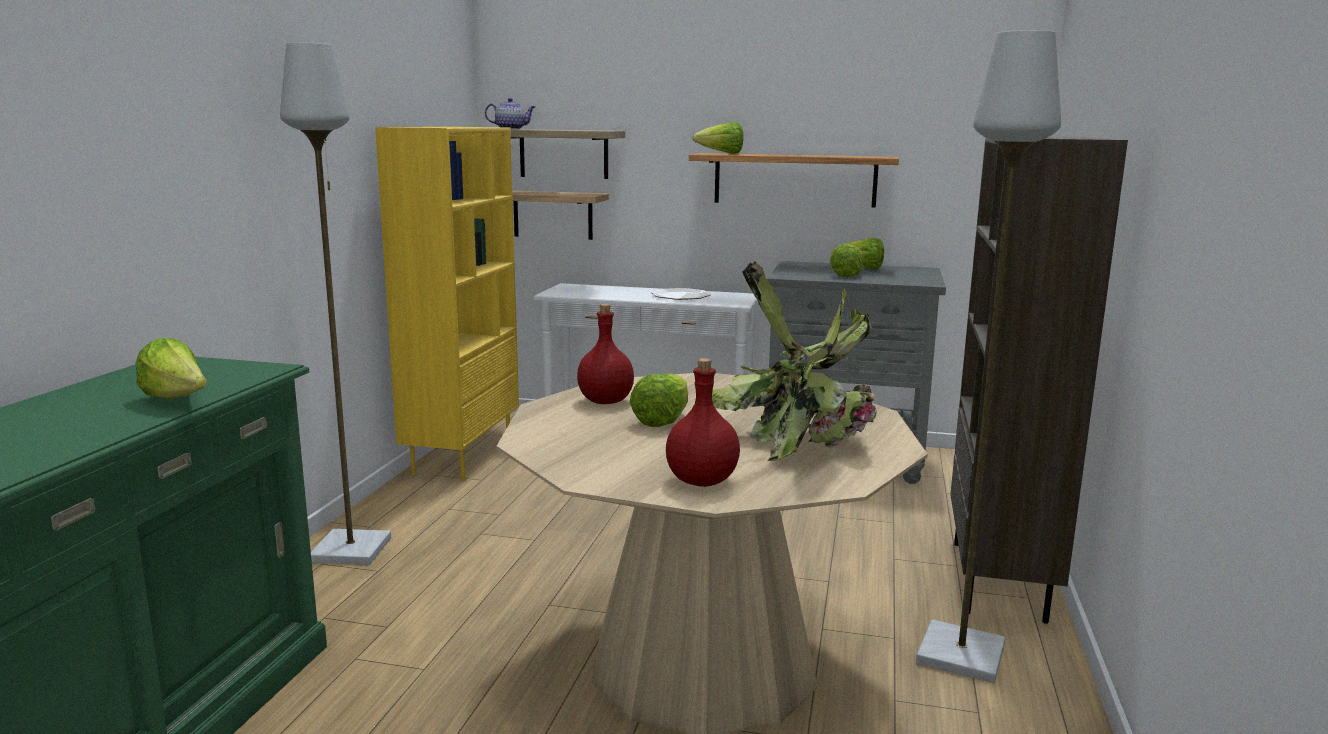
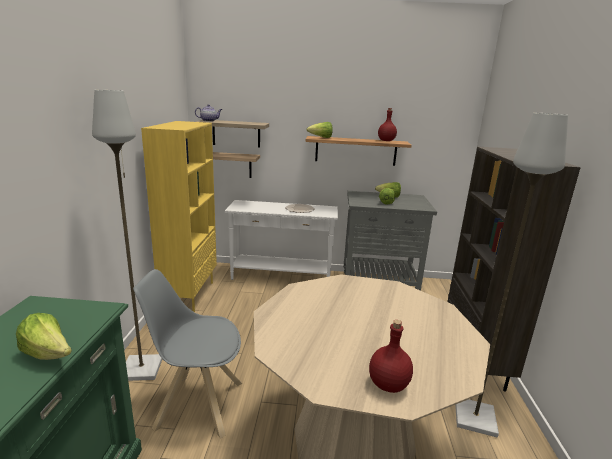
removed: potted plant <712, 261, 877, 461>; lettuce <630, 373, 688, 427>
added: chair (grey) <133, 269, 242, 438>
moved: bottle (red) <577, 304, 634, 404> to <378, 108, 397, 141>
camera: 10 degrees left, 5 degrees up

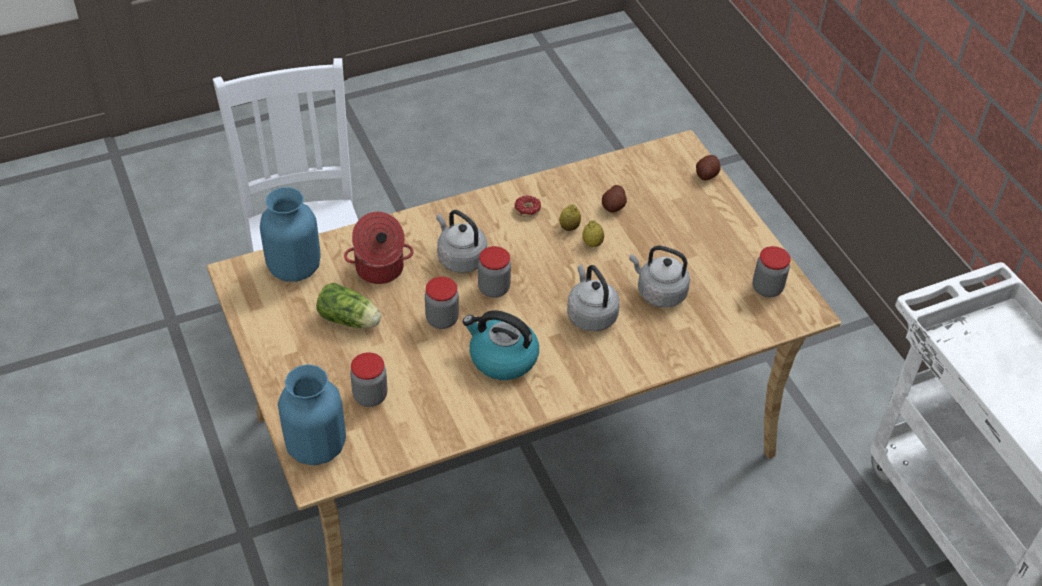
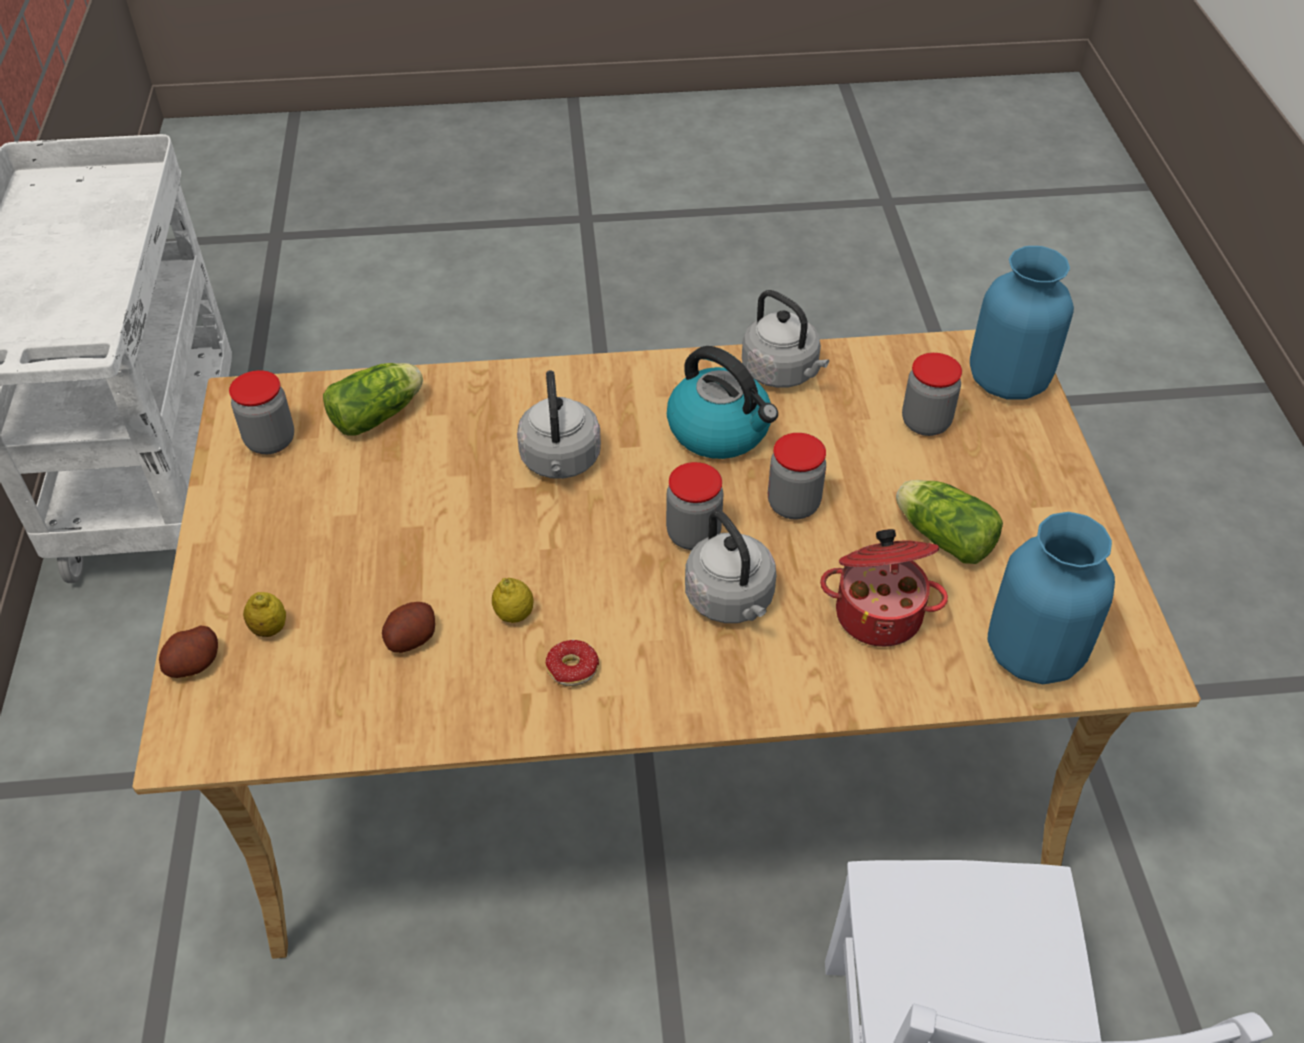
added: lettuce <323, 363, 423, 436>
moved: lemon <583, 220, 604, 247> to <243, 592, 286, 637>; kettle (grey) <629, 246, 690, 308> to <742, 290, 829, 388>
camera: 160 degrees left, 0 degrees up

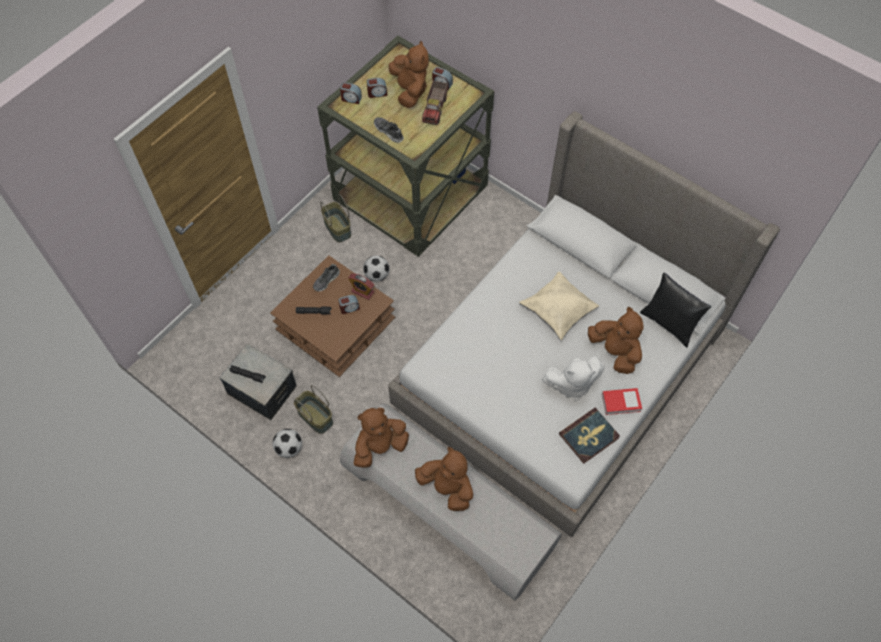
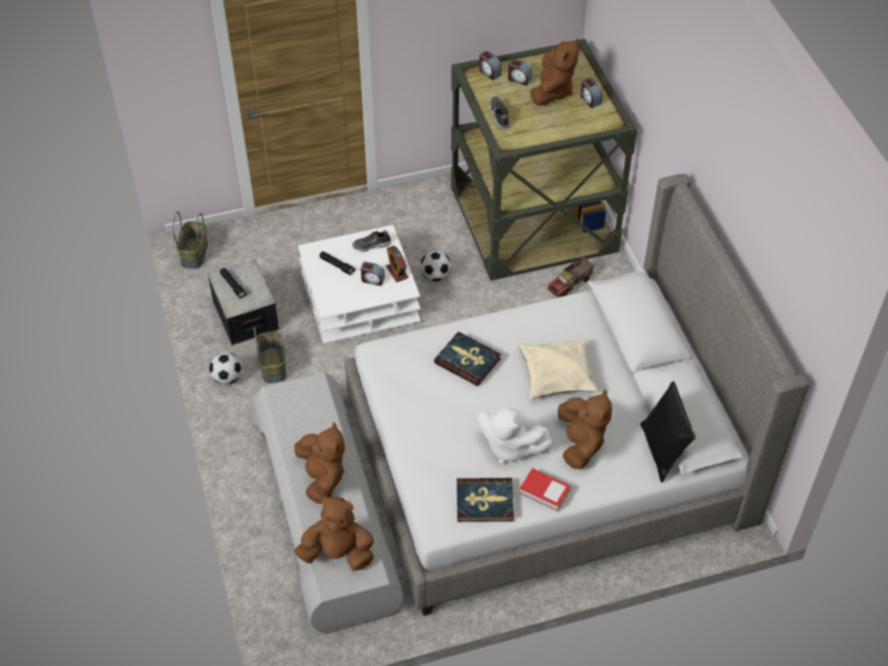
added: book <434, 331, 501, 386>
moved: toy truck <422, 81, 448, 125> to <548, 256, 595, 297>; basket <320, 194, 351, 242> to <173, 211, 208, 269>; plush toy (brown) <354, 408, 409, 467> to <294, 496, 374, 571>
recoloured: coffee table (brown) <270, 255, 395, 377> to coffee table (white) <298, 225, 421, 344>
camera: 35 degrees right, 10 degrees down

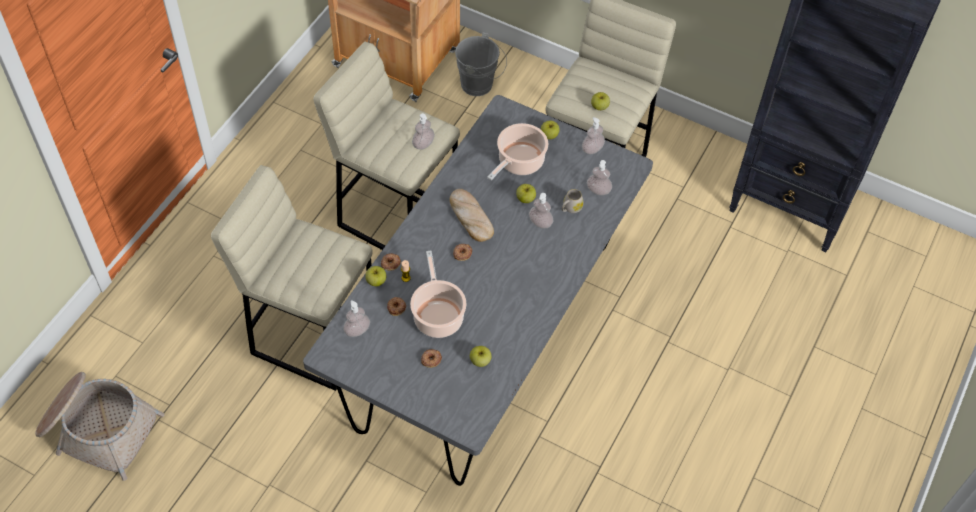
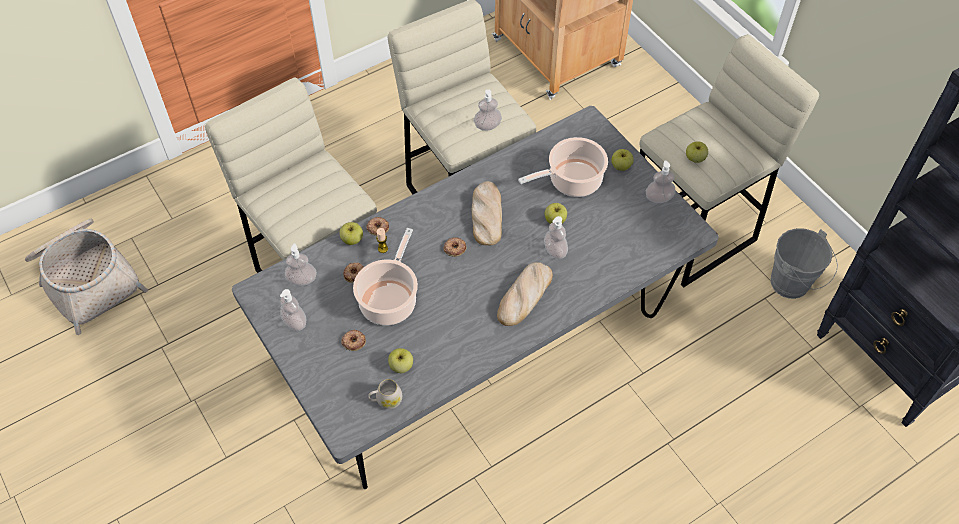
added: bread <497, 262, 553, 326>
moved: bucket (grey) <455, 32, 507, 96> to <770, 228, 838, 299>; soap dispenser <587, 160, 612, 195> to <280, 289, 306, 331>; mug (white) <562, 189, 584, 213> to <368, 379, 402, 409>
camera: 30 degrees right, 0 degrees up

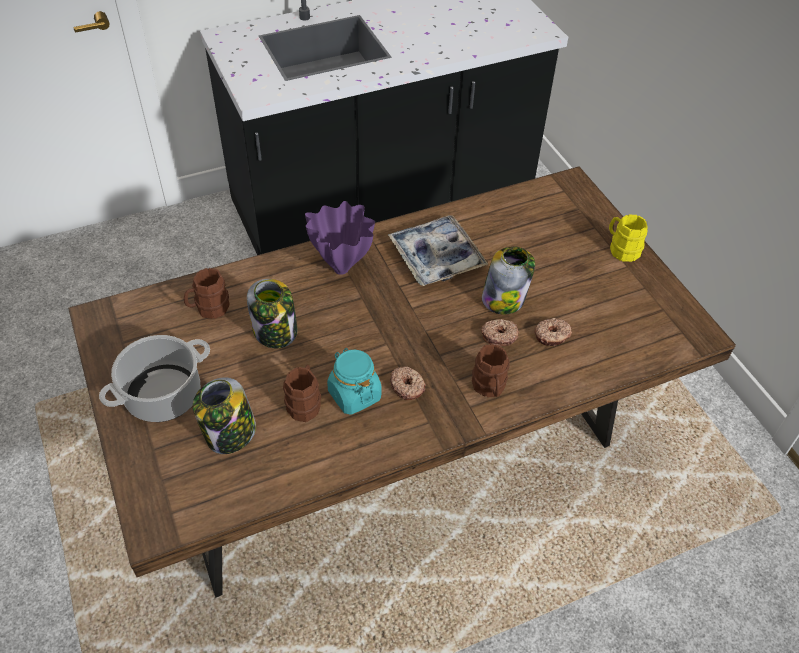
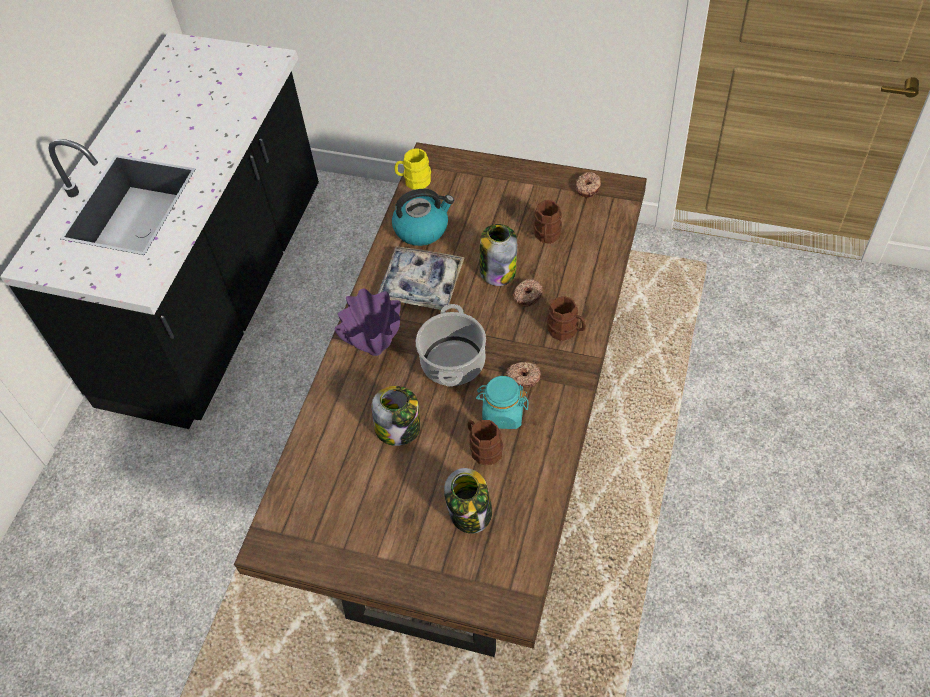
added: kettle <392, 189, 454, 246>
moved: mug (yellow) <609, 215, 648, 262> to <395, 148, 431, 190>; mug (brown) <184, 268, 229, 319> to <534, 200, 562, 244>; donut <535, 318, 572, 346> to <575, 172, 601, 197>; cooking pot <99, 335, 210, 422> to <416, 304, 486, 386>
camera: 45 degrees left, 5 degrees up

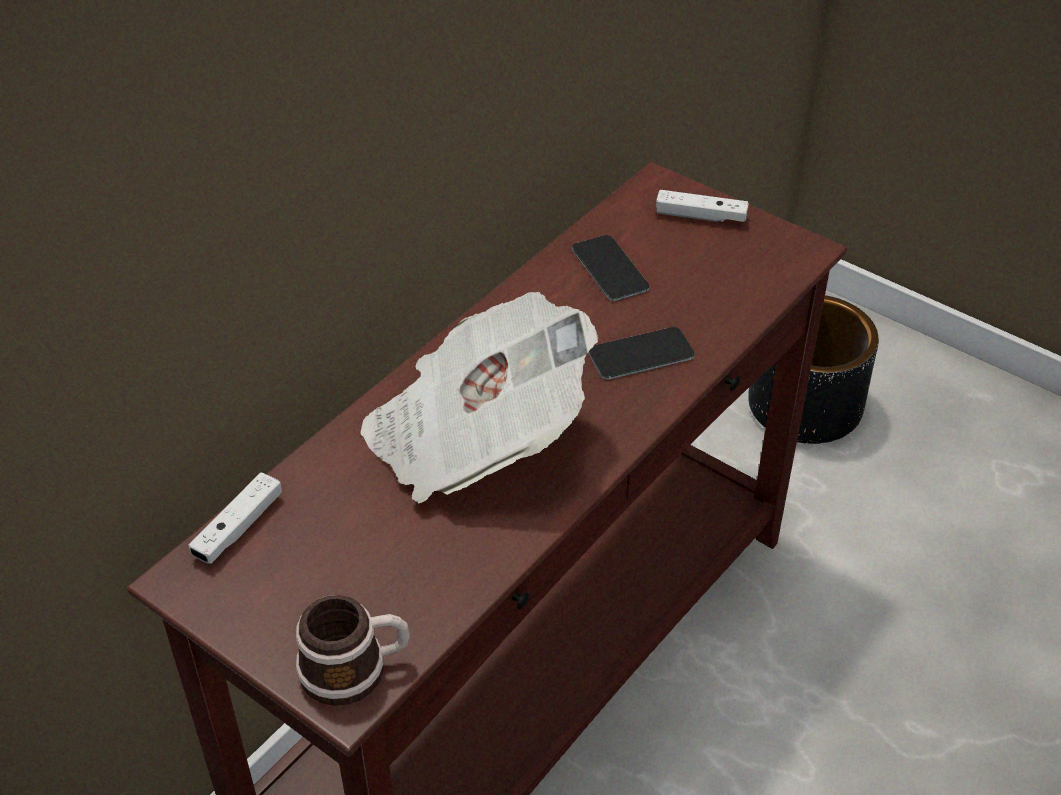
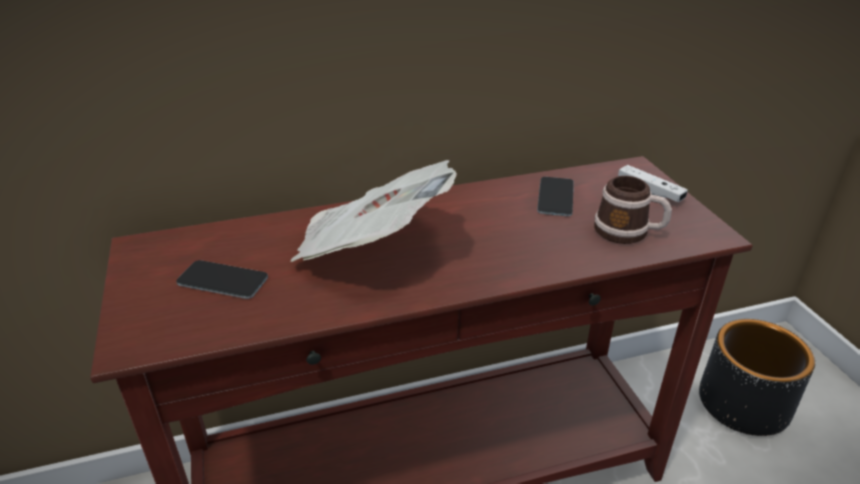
removed: game controller (white) <189, 472, 282, 564>
moved: phone <588, 327, 695, 380> to <176, 260, 268, 299>; mug <296, 595, 410, 706> to <594, 176, 672, 244>
camera: 35 degrees right, 10 degrees down

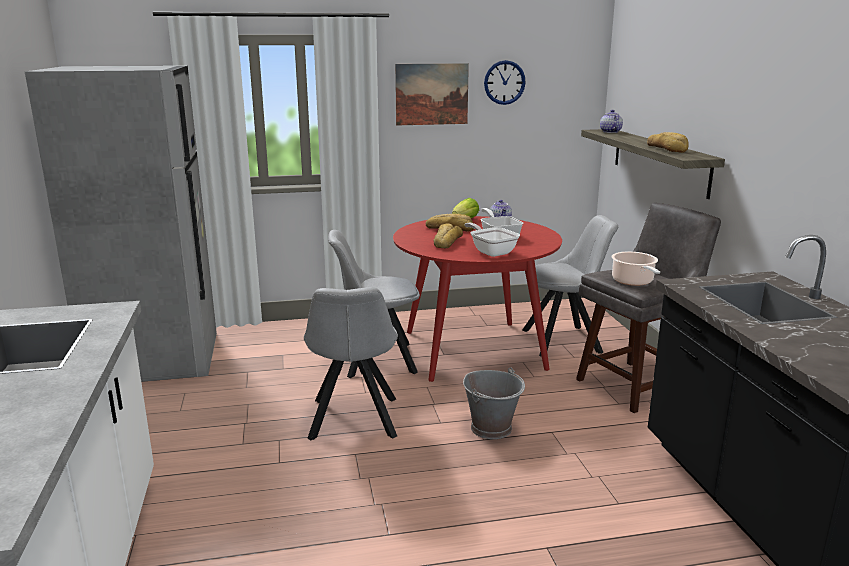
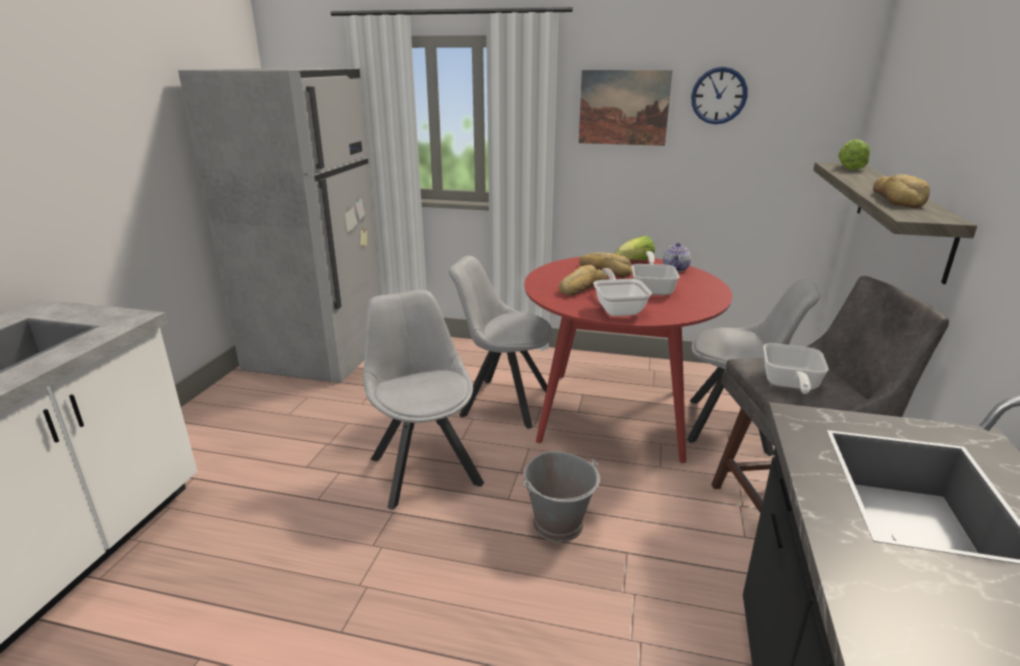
replaced: teapot <600, 110, 623, 133> to lettuce <838, 139, 870, 170>; cooking pot <611, 252, 660, 286> to frying pan <763, 343, 829, 394>
turned: chair (grey) <304, 287, 398, 441> = <363, 290, 484, 510> 135 degrees clockwise
camera: 25 degrees right, 5 degrees up

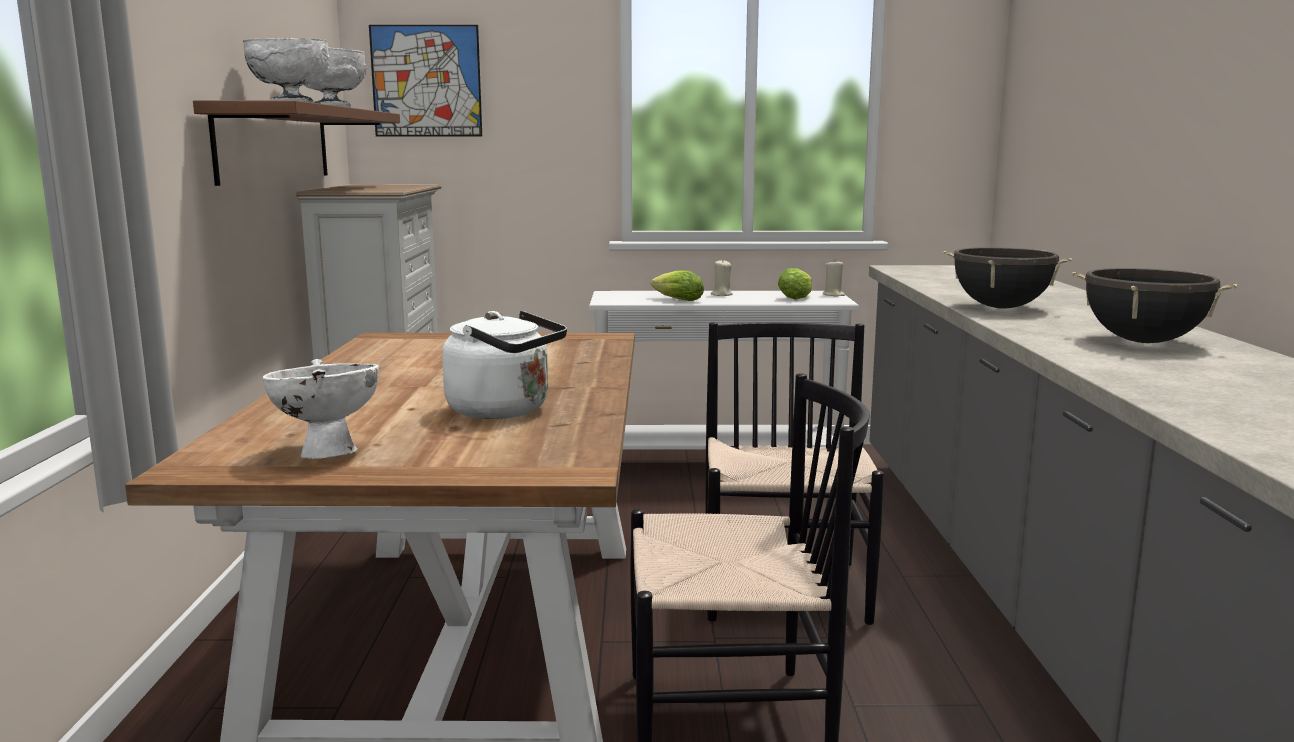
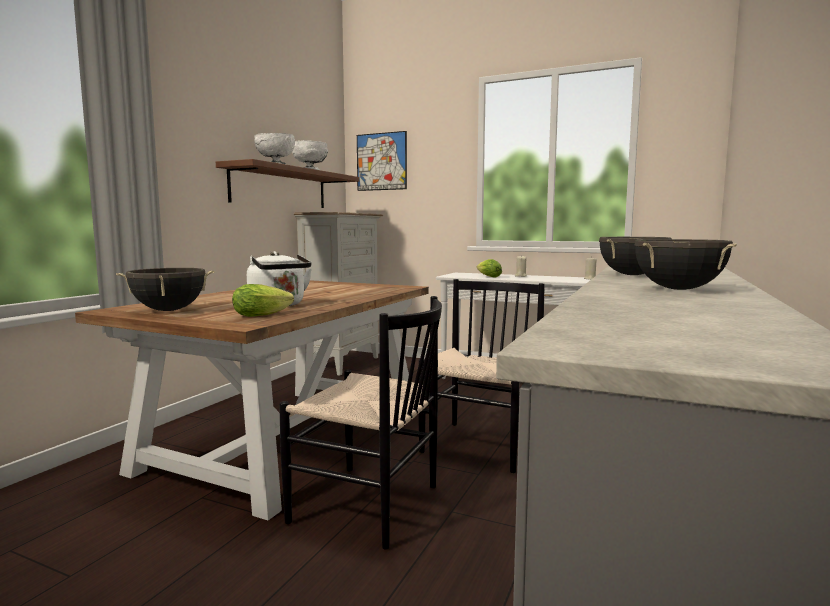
moved: lettuce <778, 268, 812, 300> to <232, 284, 294, 317>
replaced: bowl (white) <263, 359, 379, 459> to cooking pot (black) <116, 268, 214, 311>
camera: 25 degrees right, 5 degrees down

